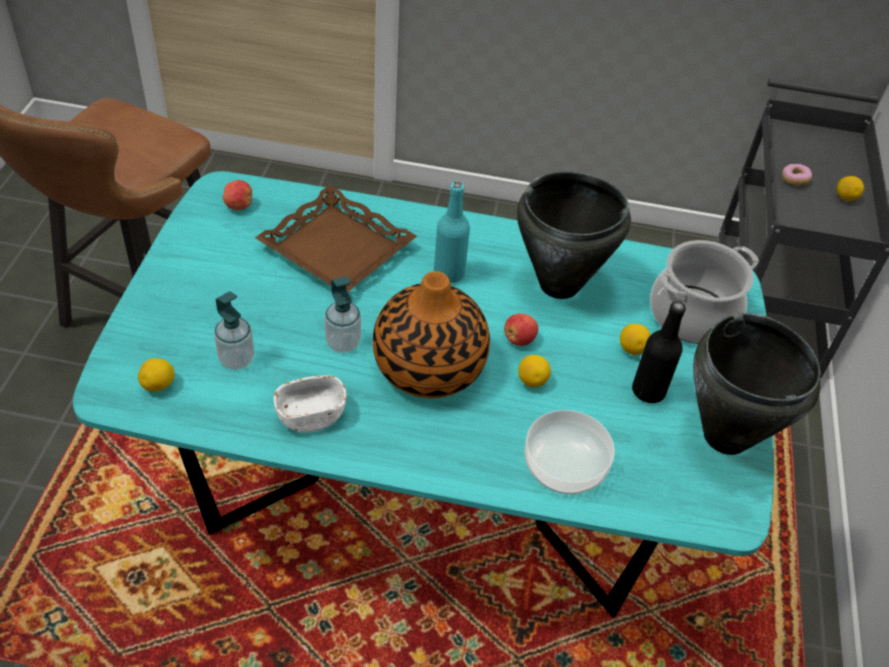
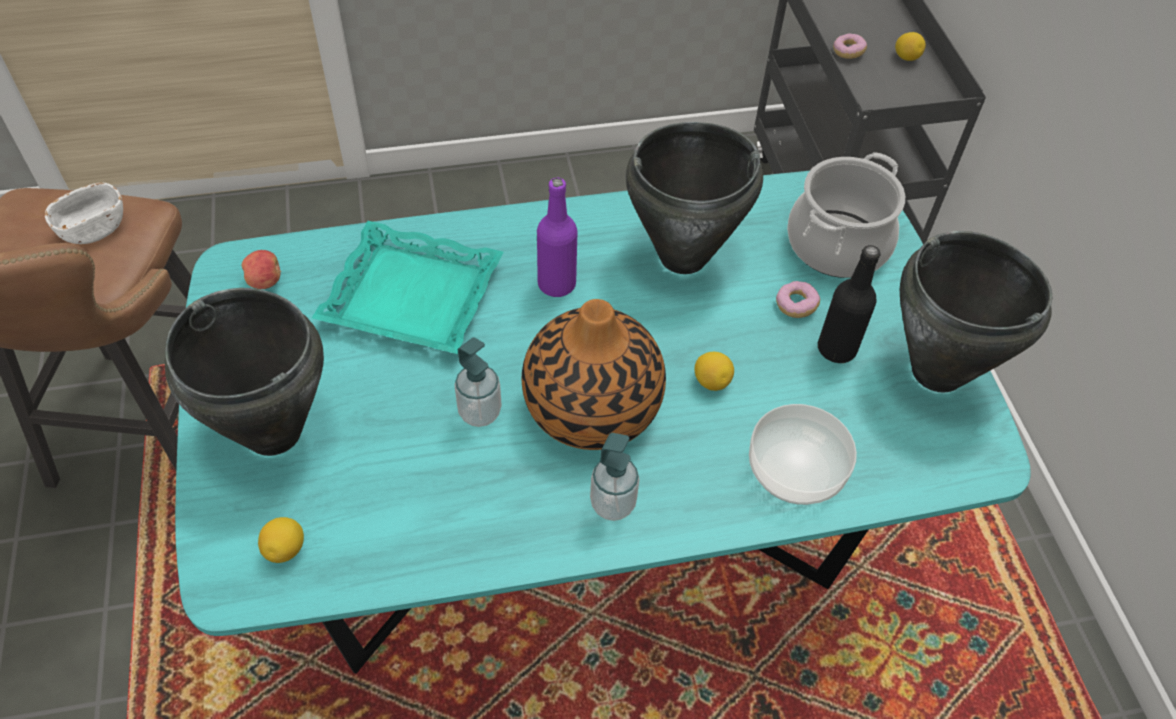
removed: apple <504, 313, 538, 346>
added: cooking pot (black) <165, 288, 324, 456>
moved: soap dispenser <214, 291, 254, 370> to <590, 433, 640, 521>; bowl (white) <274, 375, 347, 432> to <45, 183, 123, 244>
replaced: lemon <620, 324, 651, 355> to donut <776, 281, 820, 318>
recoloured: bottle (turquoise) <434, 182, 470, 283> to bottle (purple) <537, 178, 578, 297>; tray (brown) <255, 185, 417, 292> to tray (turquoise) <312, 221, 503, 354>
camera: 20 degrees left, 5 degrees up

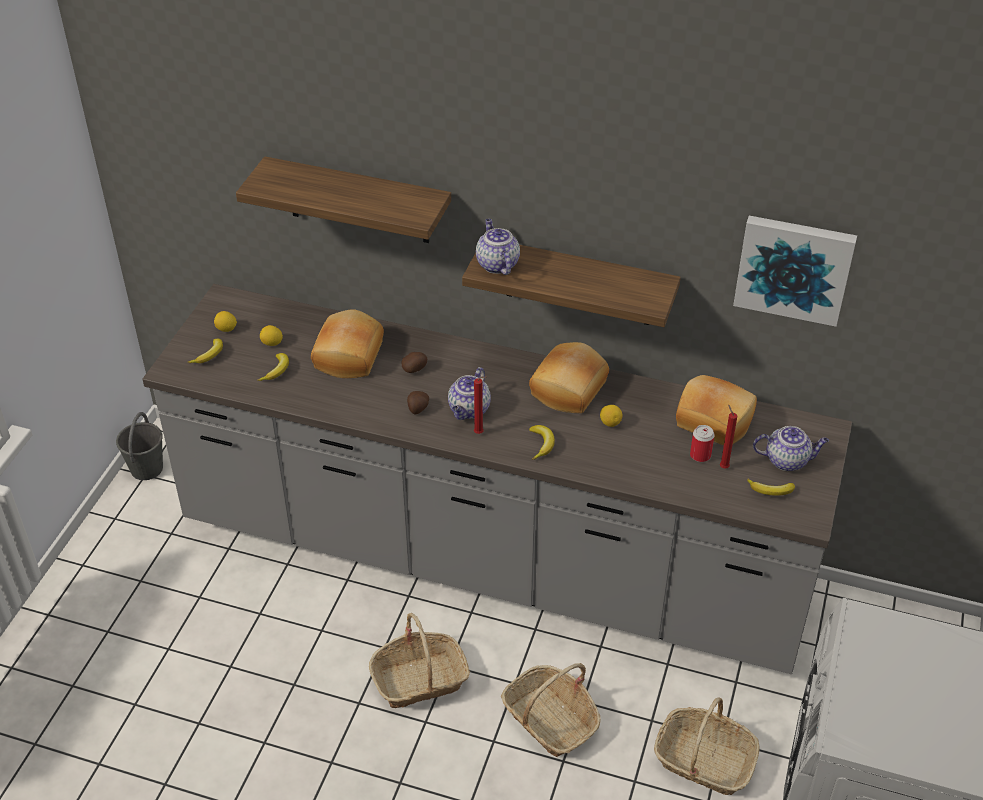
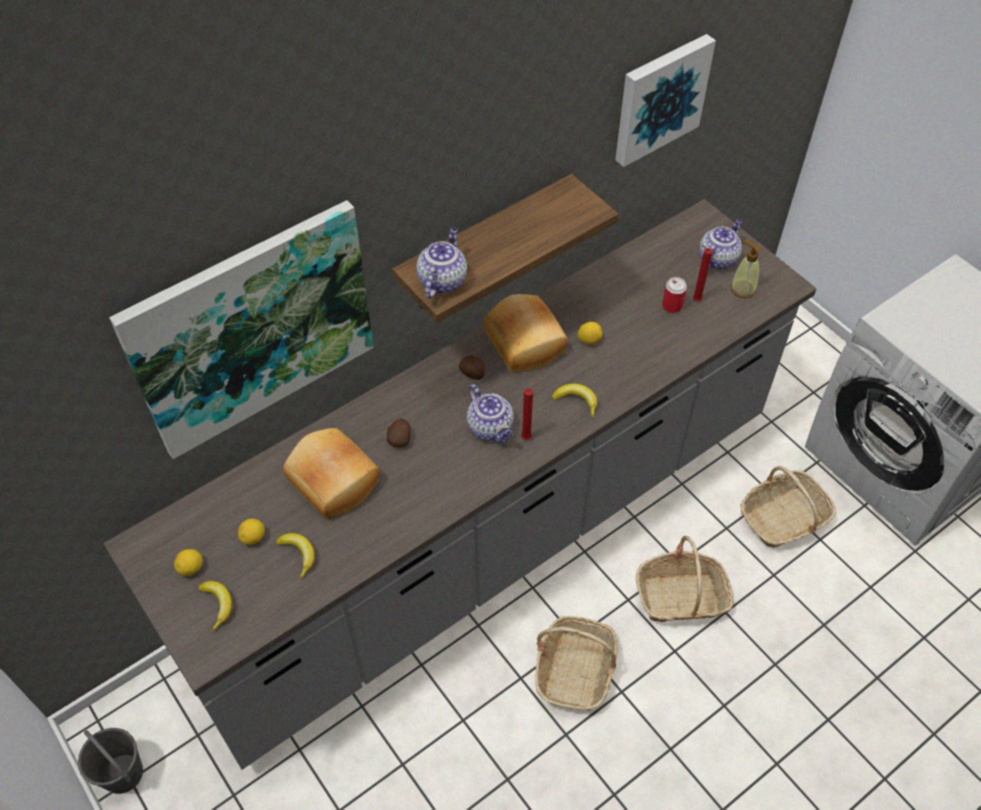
removed: bread <676, 375, 757, 446>
moved: potato <407, 391, 429, 414> to <459, 355, 485, 380>
replaced: shelf <236, 156, 451, 243> to picture <109, 200, 374, 459>; banana <747, 479, 795, 496> to soap dispenser <731, 240, 762, 298>
turned: teapot <476, 219, 520, 275> = <416, 228, 467, 299> 90 degrees clockwise
camera: 55 degrees left, 10 degrees up

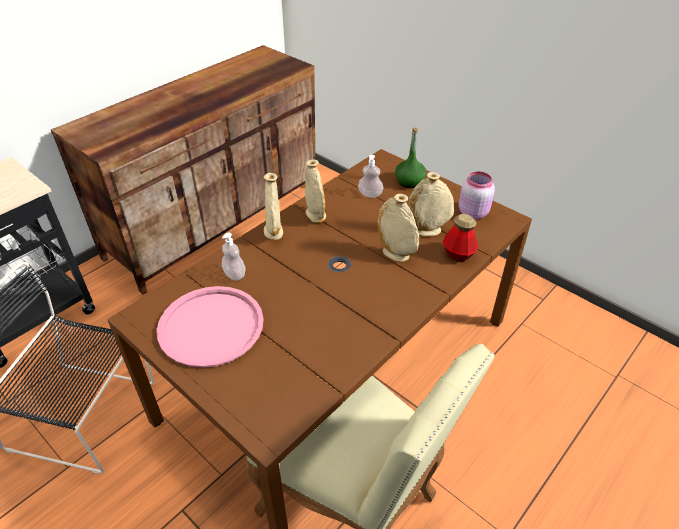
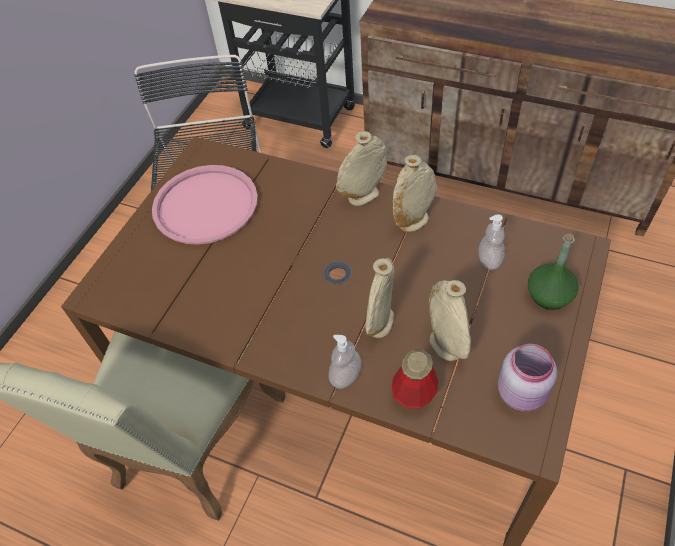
moved: soap dispenser <222, 233, 246, 281> to <328, 335, 361, 389>
camera: 75 degrees right, 10 degrees up

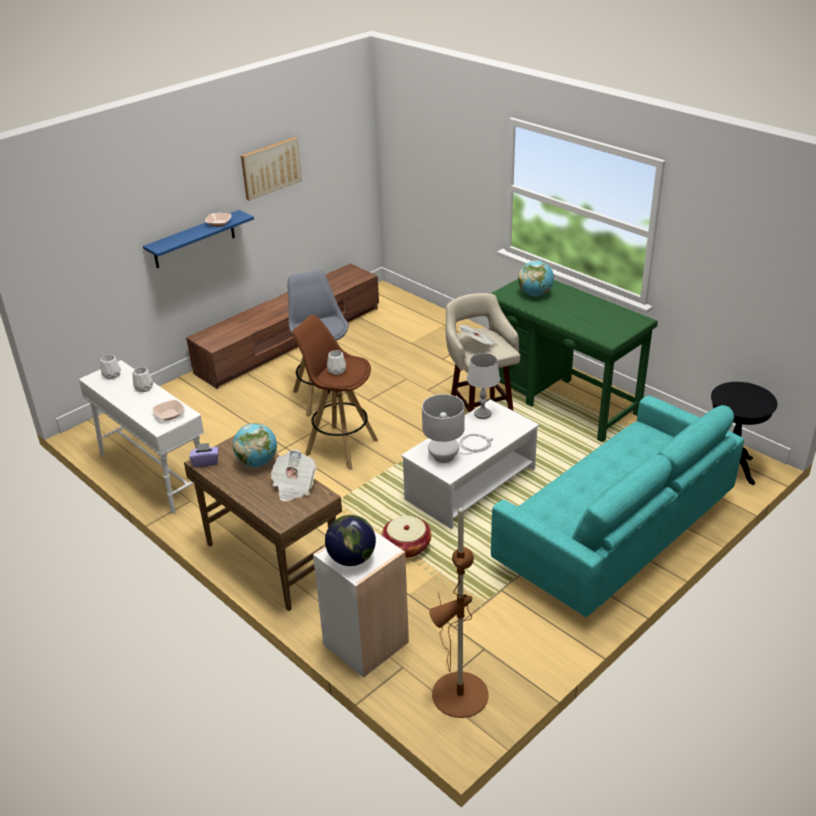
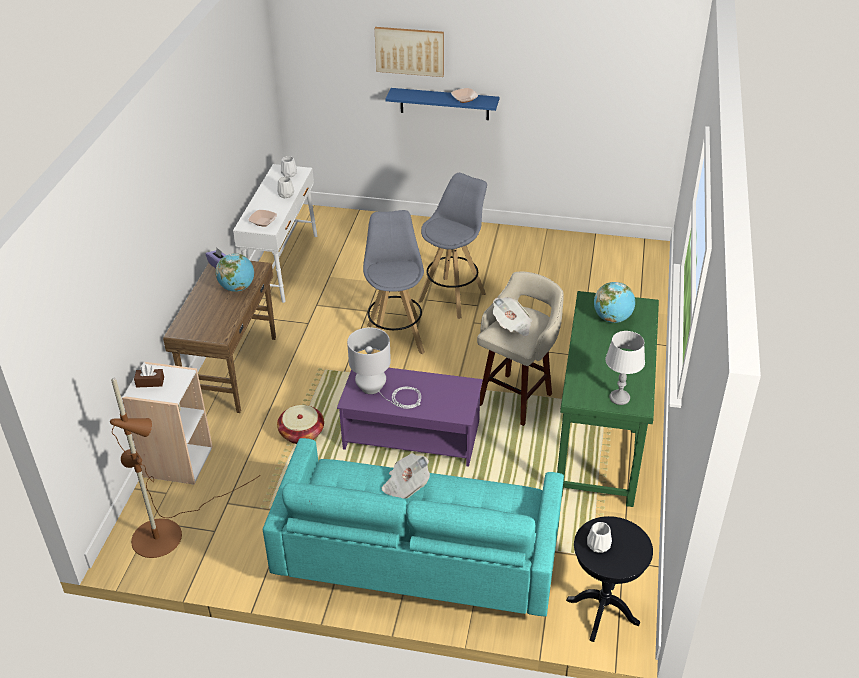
removed: tv stand (brown) <186, 263, 379, 389>
moved: picture <241, 137, 302, 201> to <375, 27, 444, 77>; vase (white) <327, 350, 346, 375> to <587, 522, 612, 553>; table lamp (grey) <467, 353, 500, 419> to <605, 331, 645, 405>; newspaper <270, 450, 317, 502> to <382, 453, 430, 499>
replaced: globe <325, 515, 376, 566> to tissue box (brown) <134, 365, 164, 388>
recoloured: stool (brown) <292, 315, 378, 469> to stool (grey) <363, 210, 425, 354>; coffee table (white) <401, 399, 539, 529> to coffee table (purple) <337, 368, 483, 467>
camera: 55 degrees right, 5 degrees up

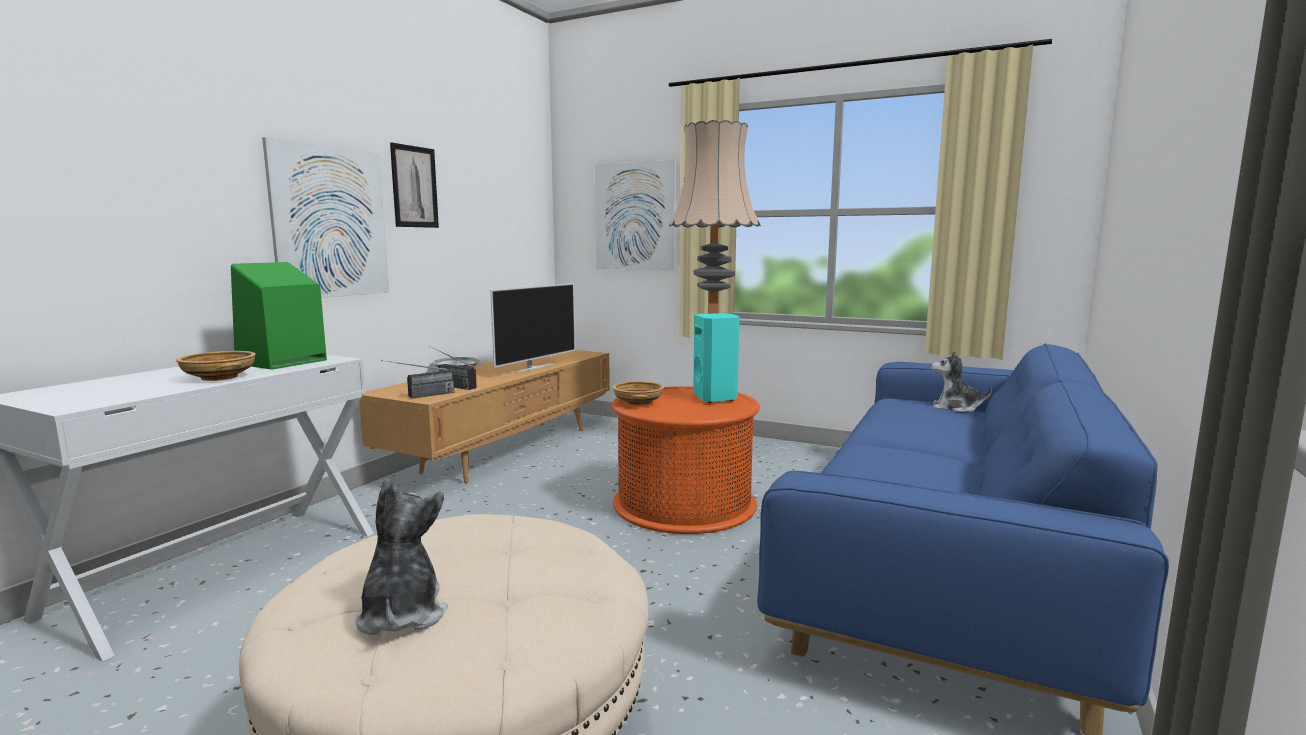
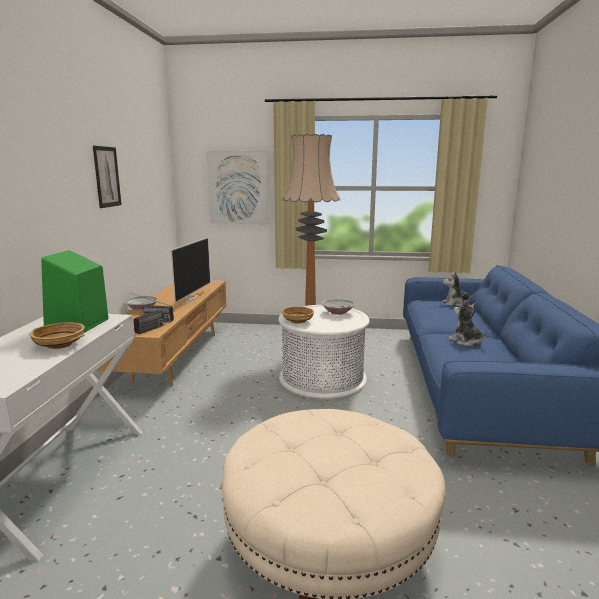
removed: picture <262, 137, 389, 298>
moved: plush toy <355, 479, 448, 635> to <448, 300, 487, 346>
replaced: speaker (turquoise) <693, 314, 739, 403> to bowl <321, 299, 355, 315>
recoloured: coffee table (orange) <612, 386, 760, 534> to coffee table (white) <278, 305, 370, 399>
camera: 20 degrees left, 5 degrees up

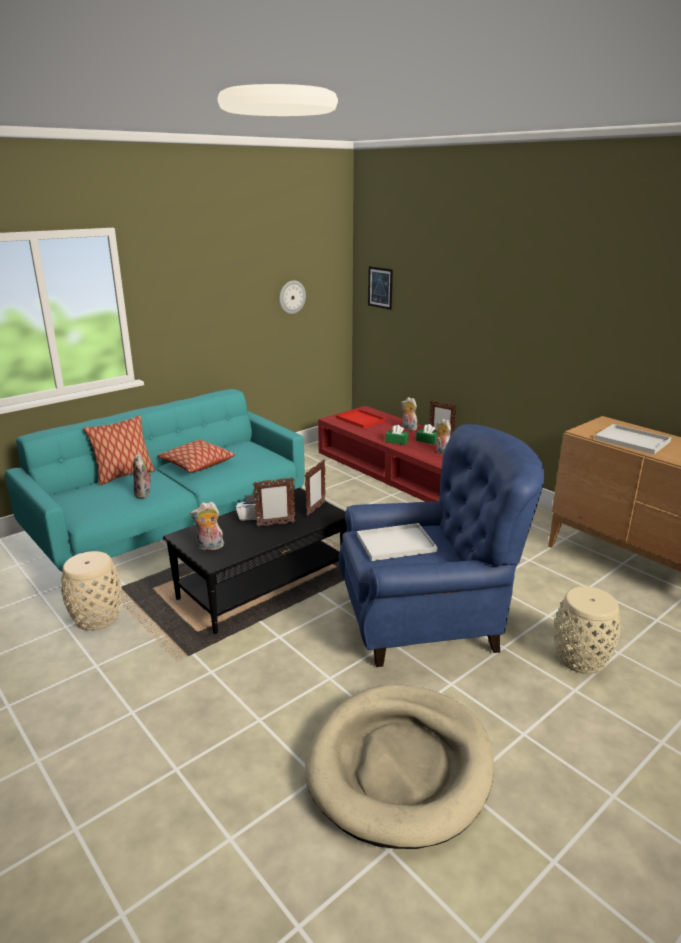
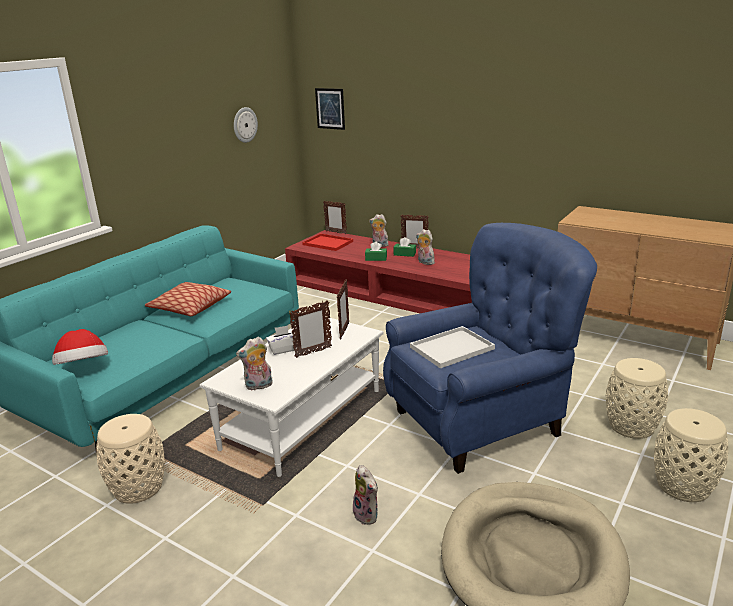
removed: pillow <83, 415, 155, 485>; tray (white) <594, 424, 671, 454>
added: picture frame <323, 201, 347, 234>; hat <52, 329, 108, 365>; stool (beige) <654, 408, 728, 502>
moved: plush toy <133, 453, 152, 498> to <353, 465, 378, 525>
recoloured: coffee table (black) <163, 488, 347, 634> to coffee table (white) <200, 318, 384, 477>
camera: 15 degrees left, 0 degrees up

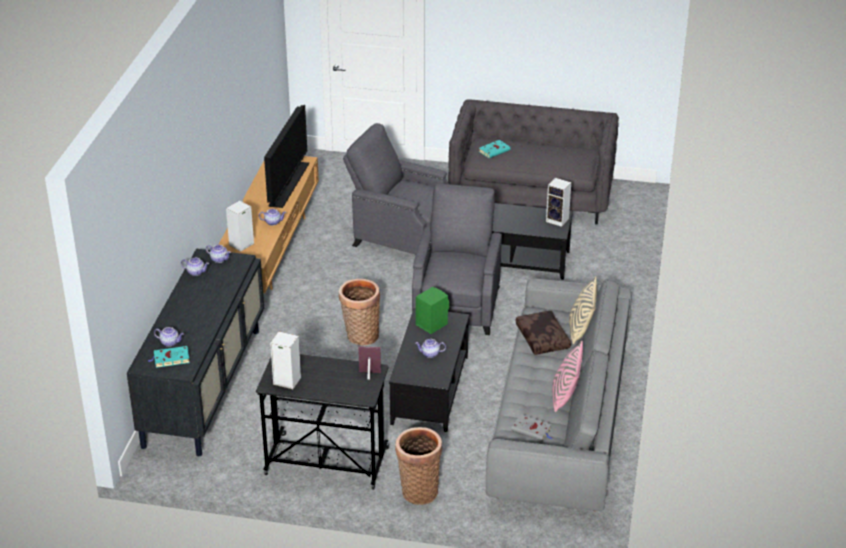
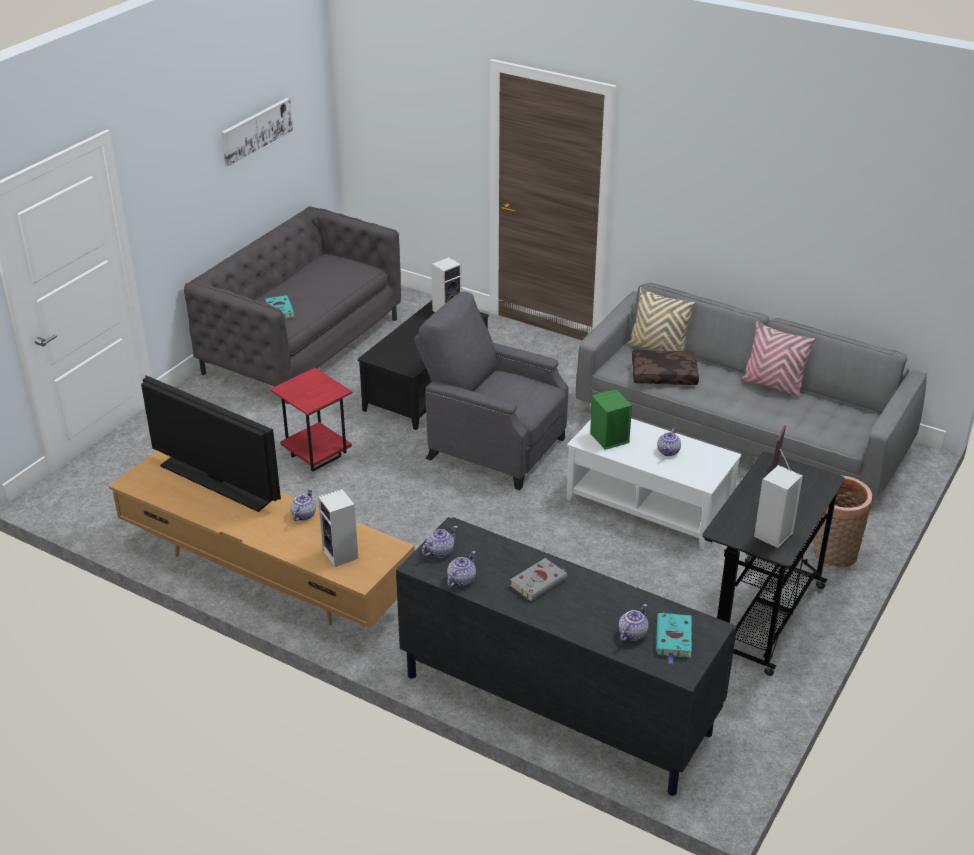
removed: basket <339, 279, 380, 345>
added: picture <221, 98, 293, 166>
moved: book (grey) <511, 414, 552, 441> to <510, 558, 568, 601>
replaced: armchair (grey) <343, 123, 450, 255> to side table (red) <270, 368, 353, 472>
recoloured: coffee table (black) <389, 308, 469, 432> to coffee table (white) <566, 419, 741, 549>
camera: 70 degrees left, 0 degrees up

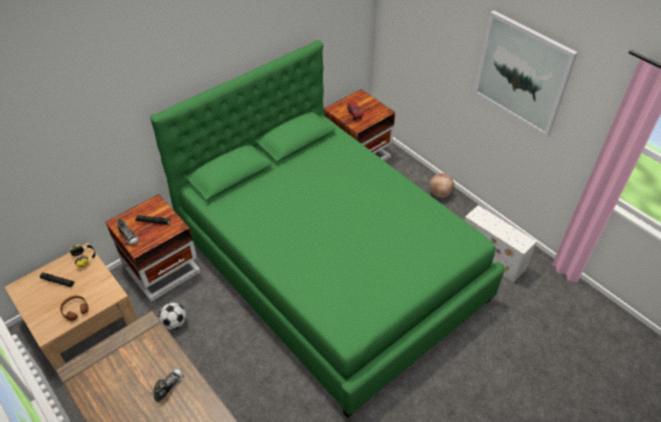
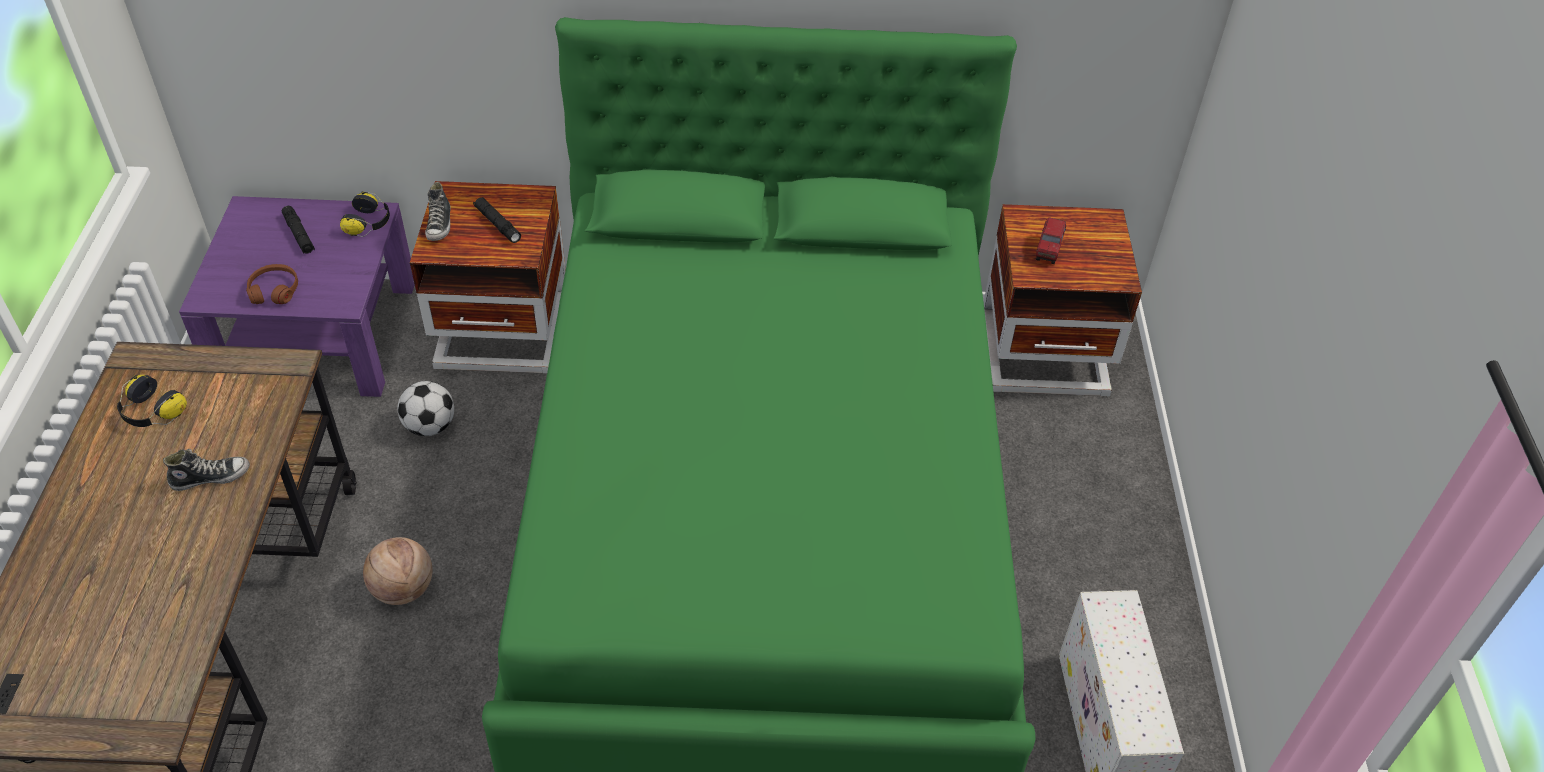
removed: picture <474, 10, 578, 137>
added: headphones <117, 375, 187, 427>
moved: basketball <429, 173, 454, 198> to <363, 537, 433, 605>
recoloured: coffee table (brown) <5, 243, 137, 369> to coffee table (purple) <179, 196, 415, 397>
camera: 40 degrees right, 0 degrees up

